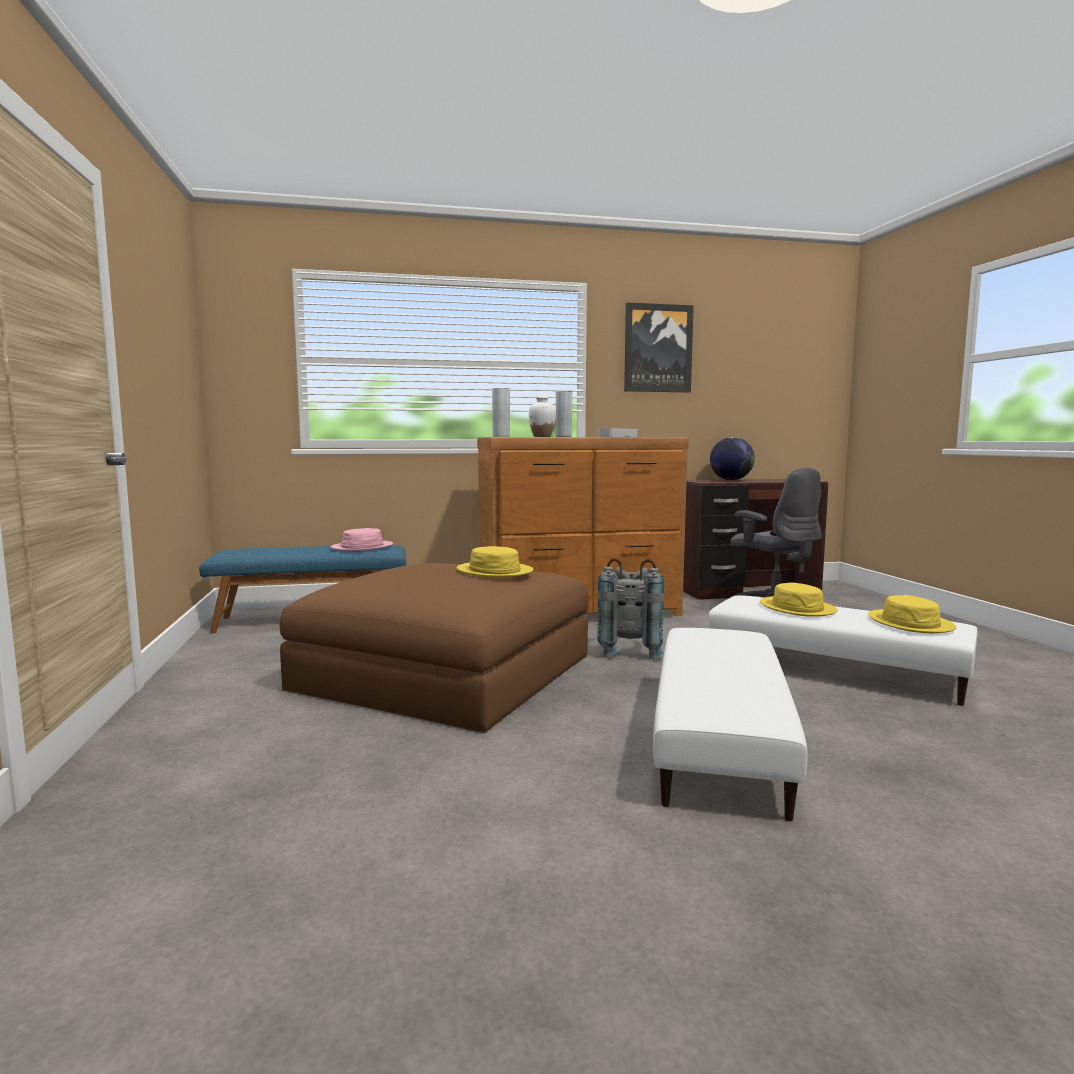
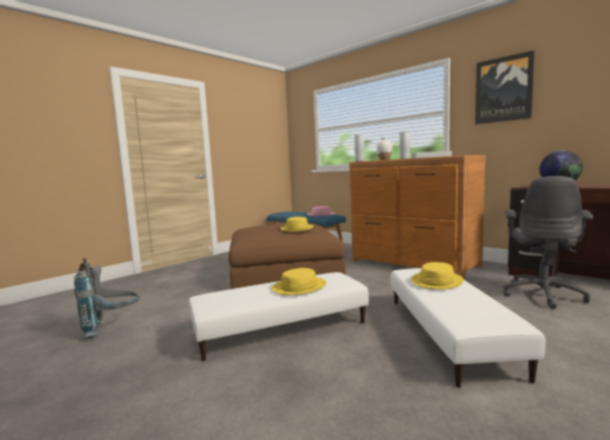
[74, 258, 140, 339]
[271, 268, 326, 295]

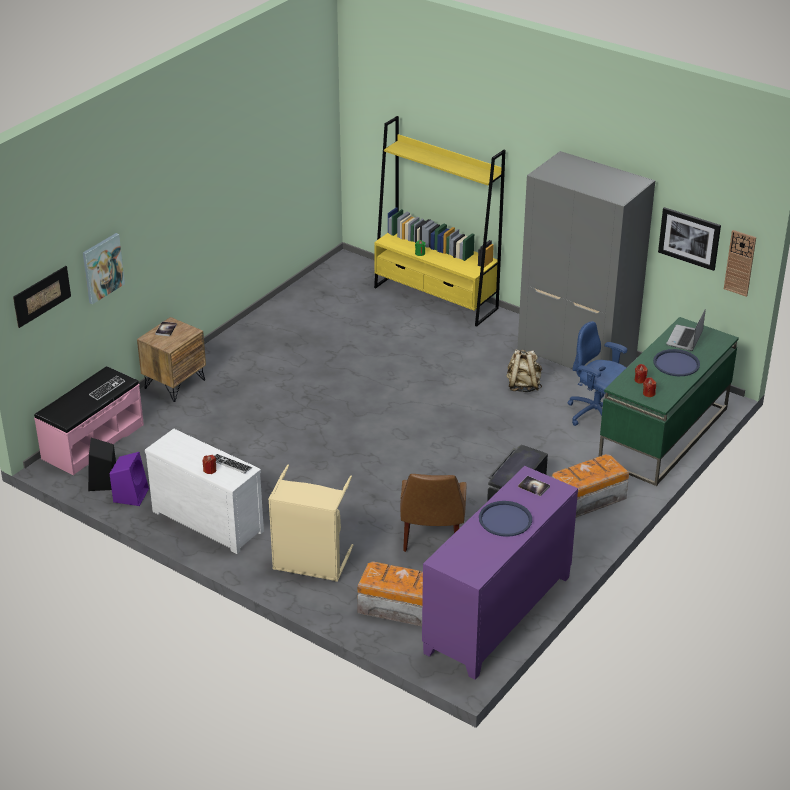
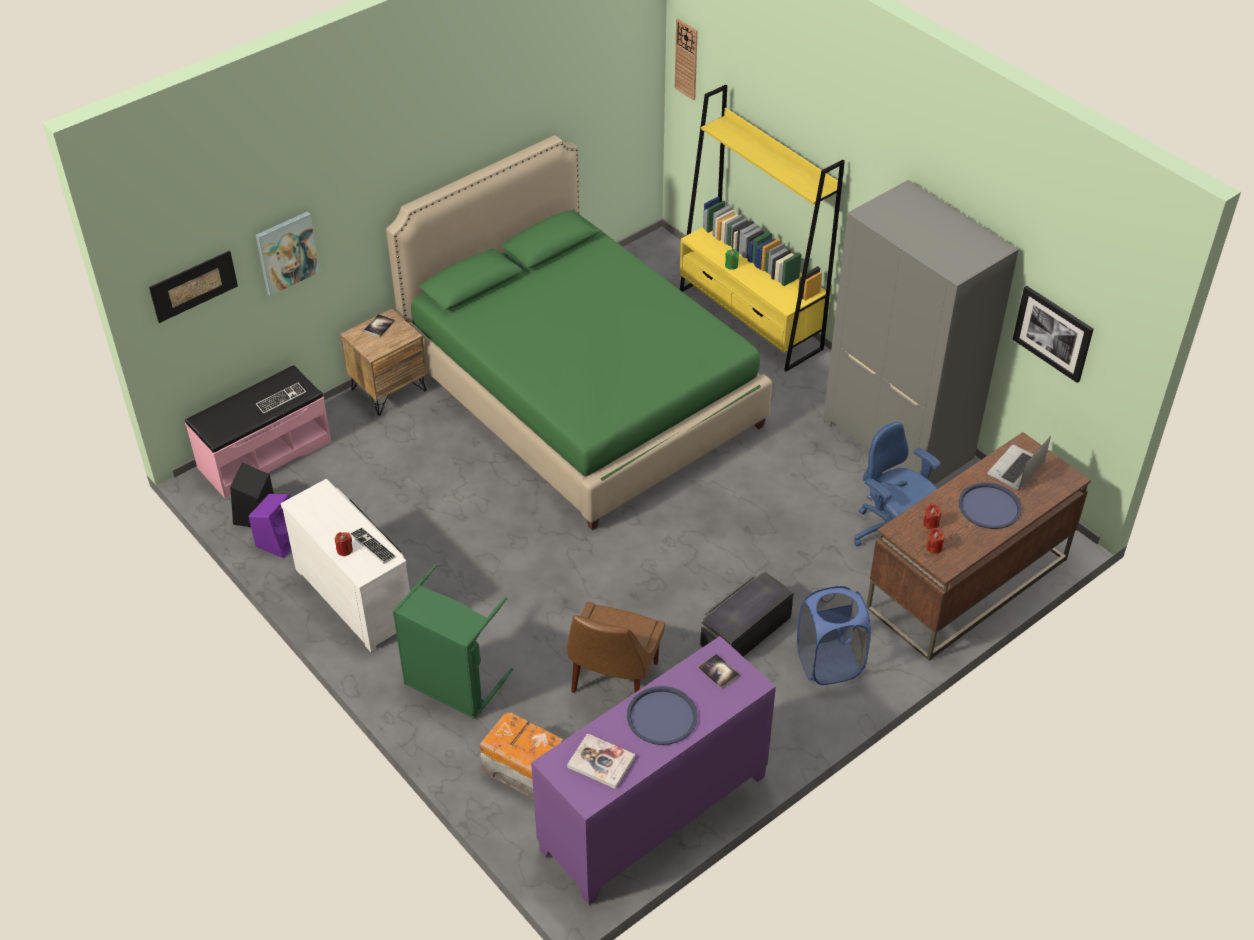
[675, 19, 698, 100]
[866, 432, 1091, 661]
[506, 349, 542, 392] (first image)
[797, 586, 871, 685]
[393, 564, 513, 719]
[386, 135, 772, 530]
[567, 733, 635, 789]

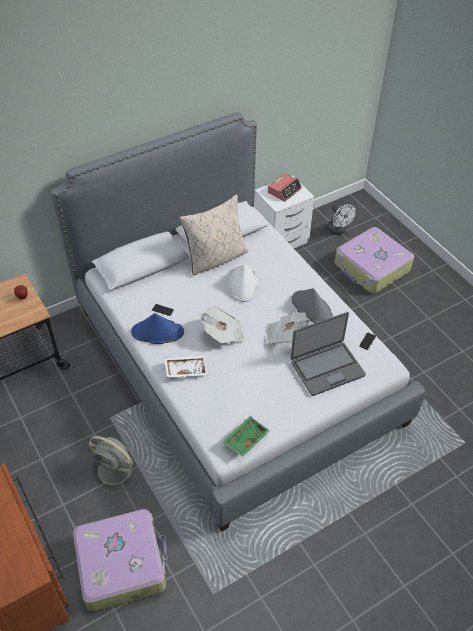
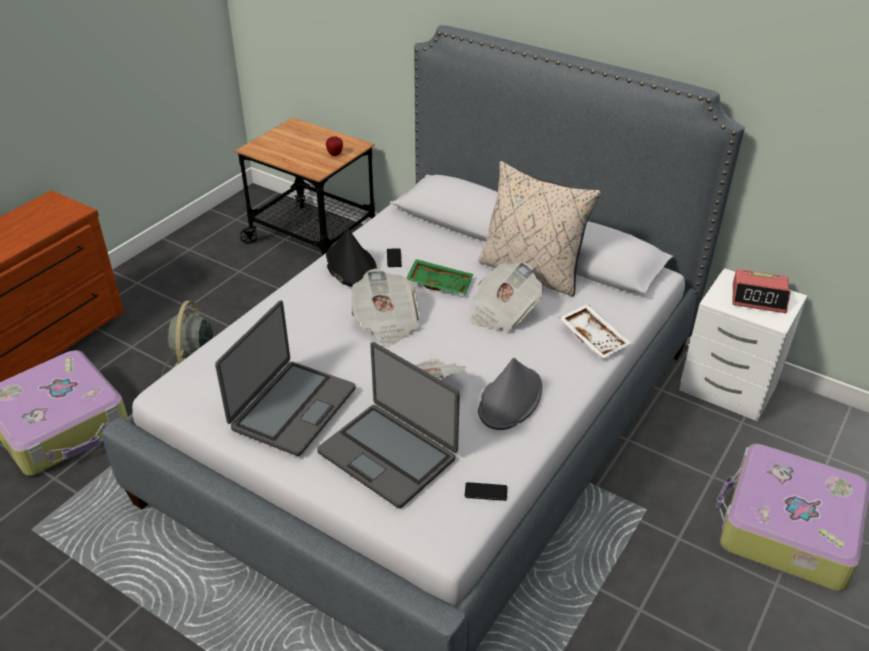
[327, 203, 356, 235] (first image)
[470, 262, 543, 331]
[326, 228, 377, 287]
[559, 304, 631, 359]
[406, 259, 473, 295]
[215, 300, 356, 456]

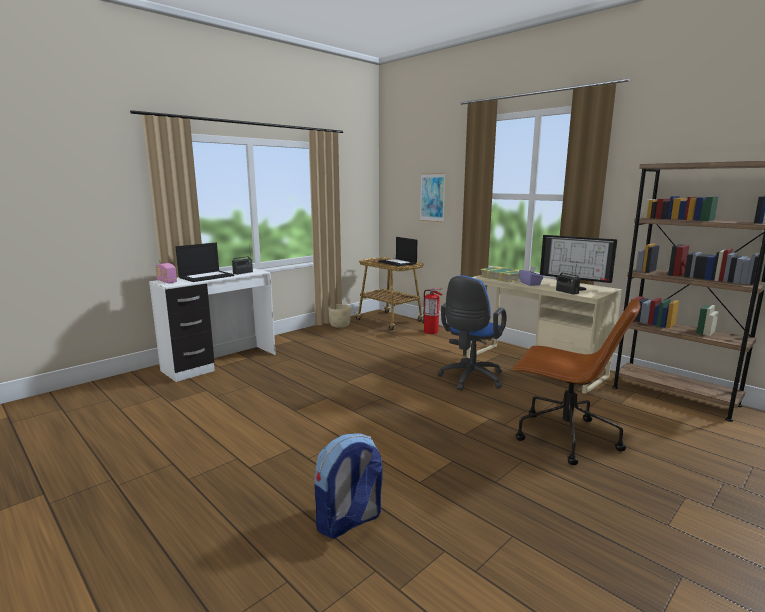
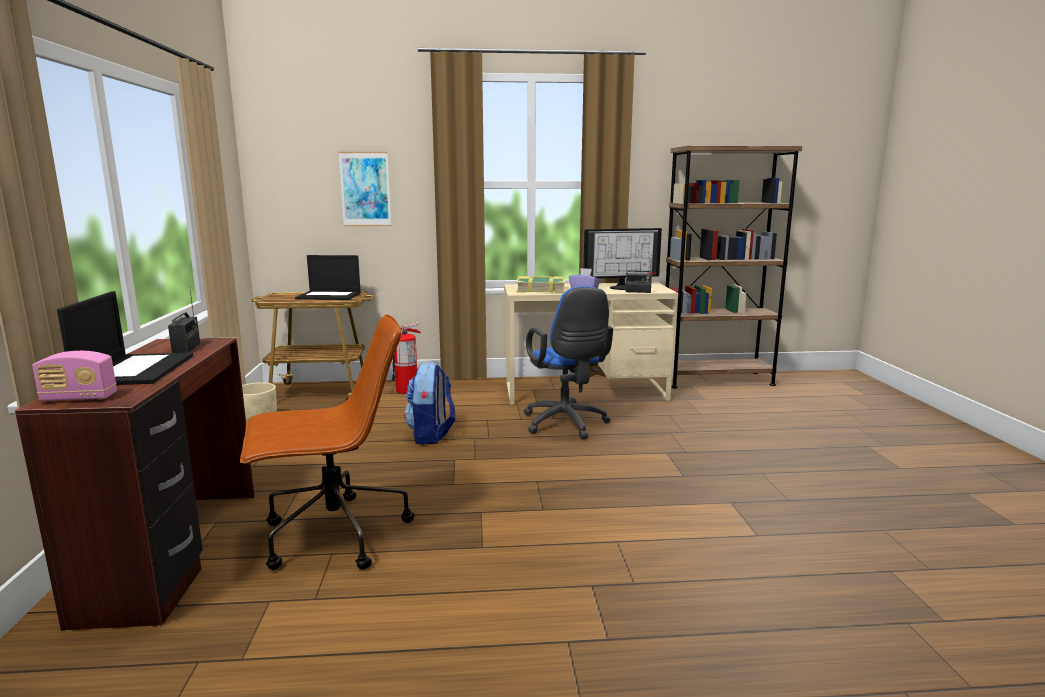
[15, 338, 255, 631]
[240, 314, 414, 570]
[404, 362, 455, 445]

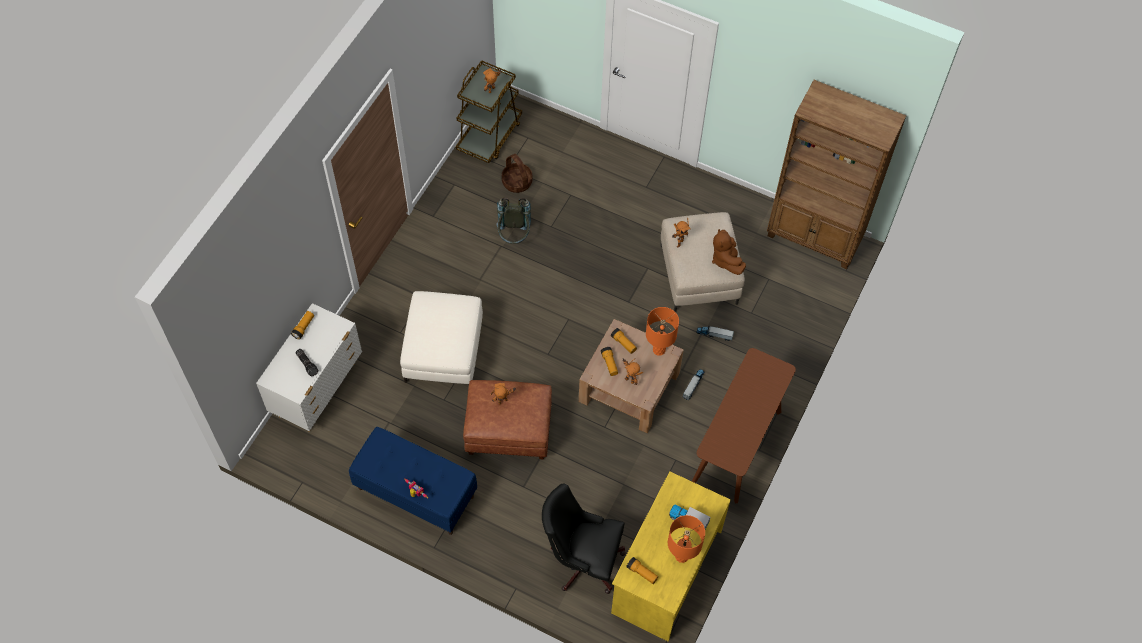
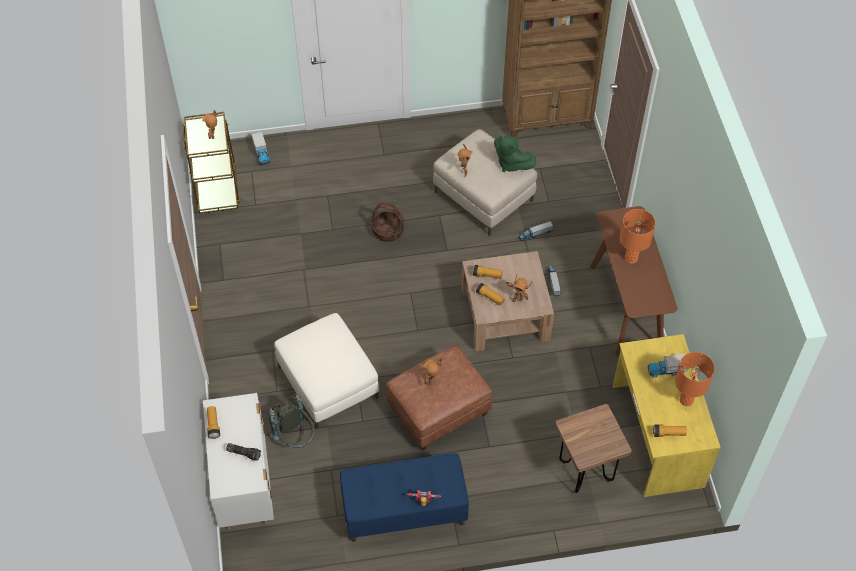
[372, 202, 404, 242]
[268, 394, 314, 448]
[494, 135, 536, 172]
[620, 209, 656, 264]
[555, 404, 632, 493]
[252, 132, 270, 165]

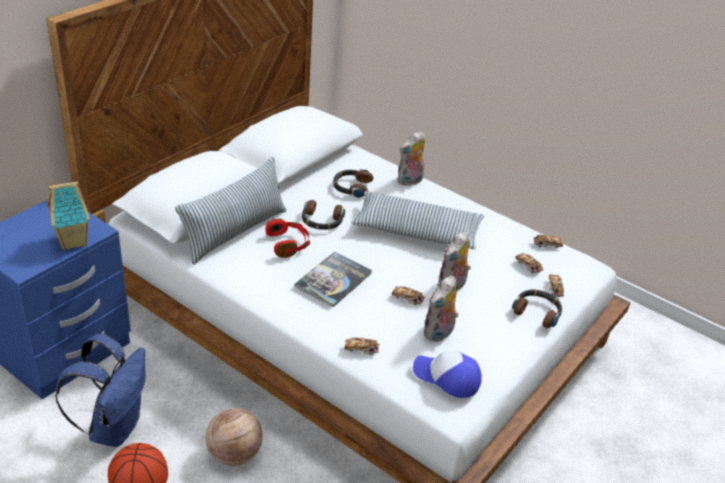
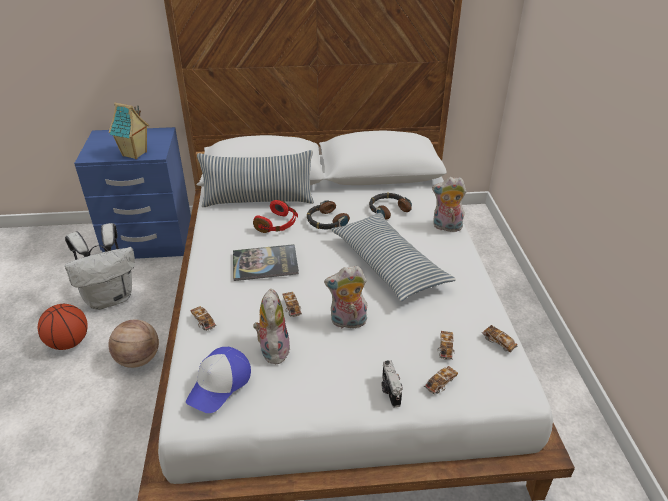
[253, 289, 290, 364]
[381, 360, 403, 408]
[65, 223, 135, 310]
[186, 347, 251, 413]

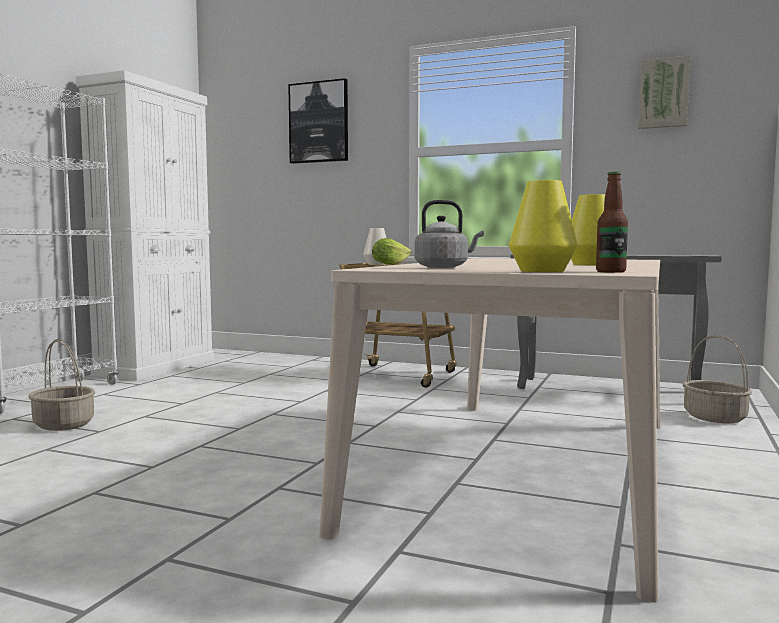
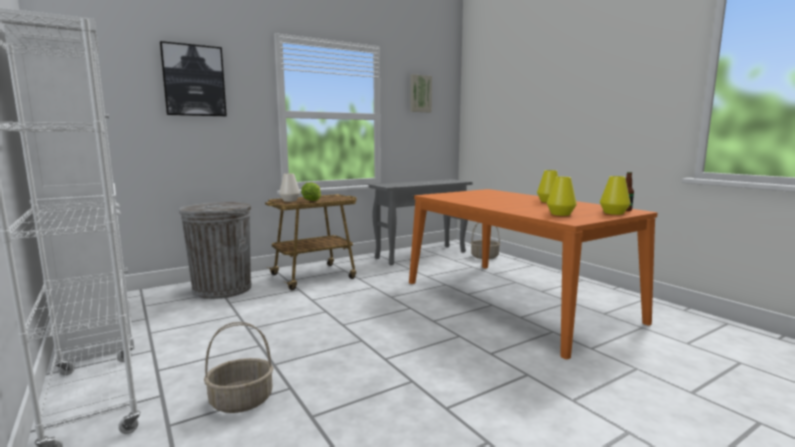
[547, 177, 577, 216]
[409, 189, 657, 359]
[179, 202, 251, 299]

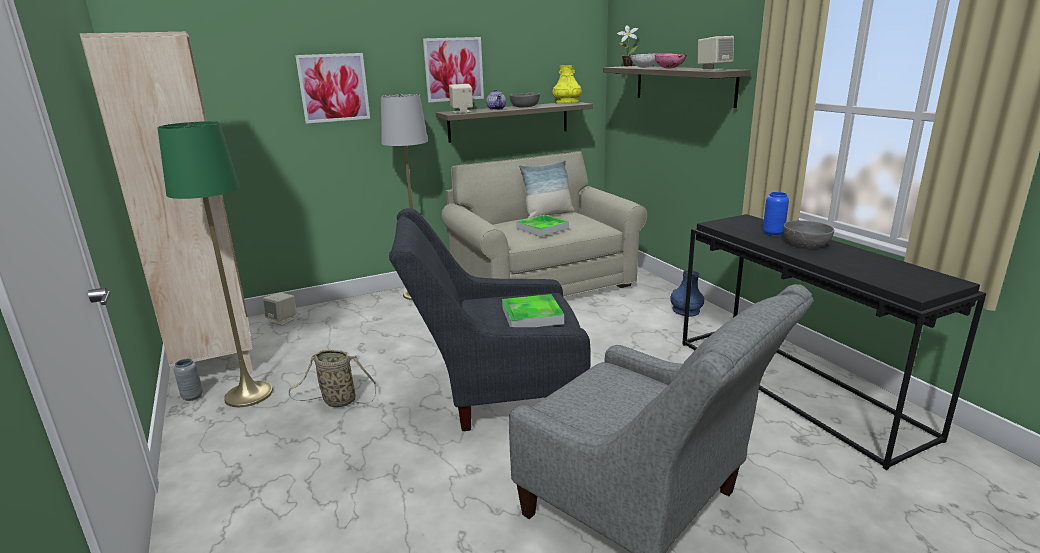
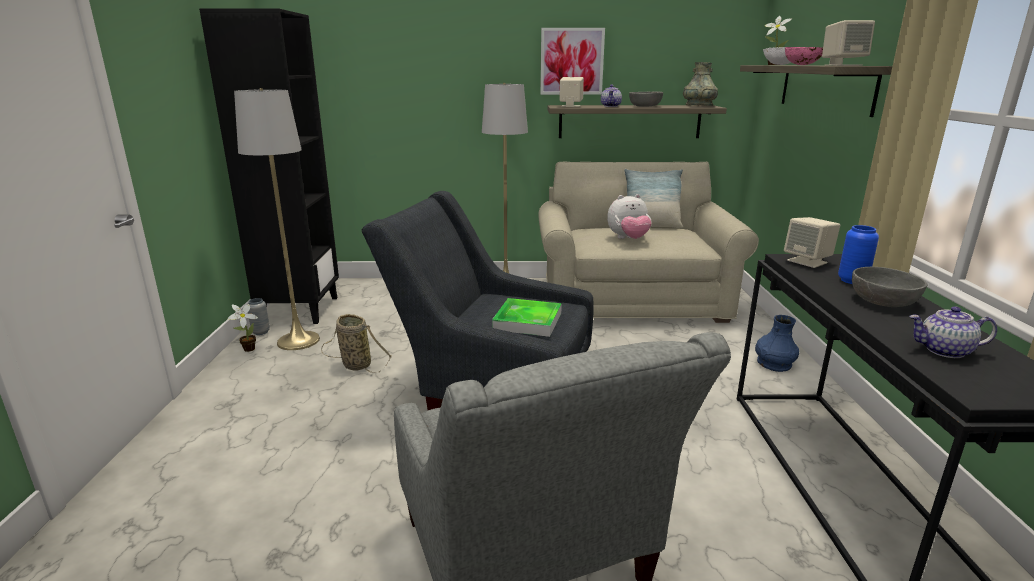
[199, 8, 339, 324]
[295, 53, 370, 124] (first image)
[683, 62, 718, 106]
[234, 88, 320, 350]
[607, 194, 652, 239]
[784, 217, 840, 268]
[228, 304, 258, 352]
[909, 306, 997, 358]

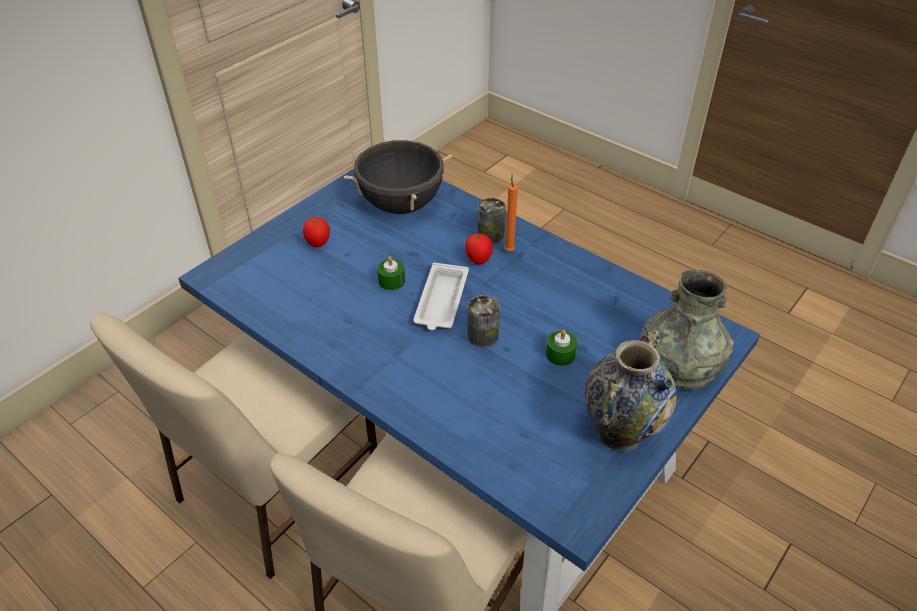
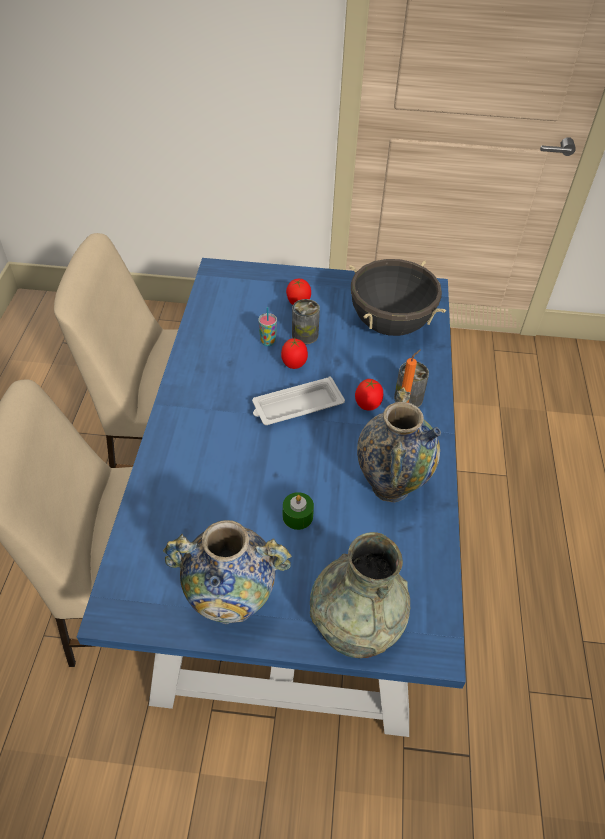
[281, 338, 308, 369]
[292, 299, 320, 344]
[258, 307, 277, 346]
[357, 387, 441, 502]

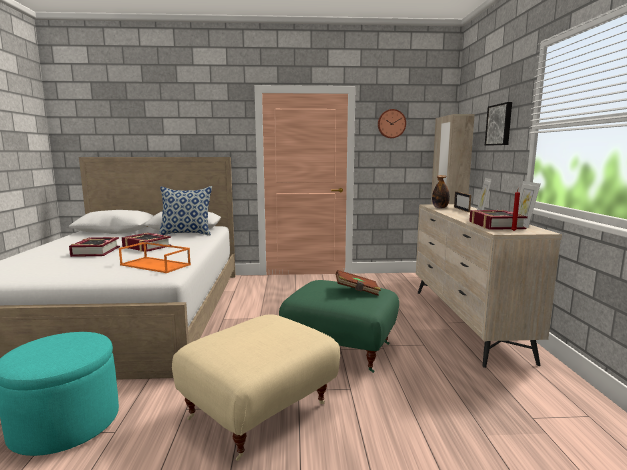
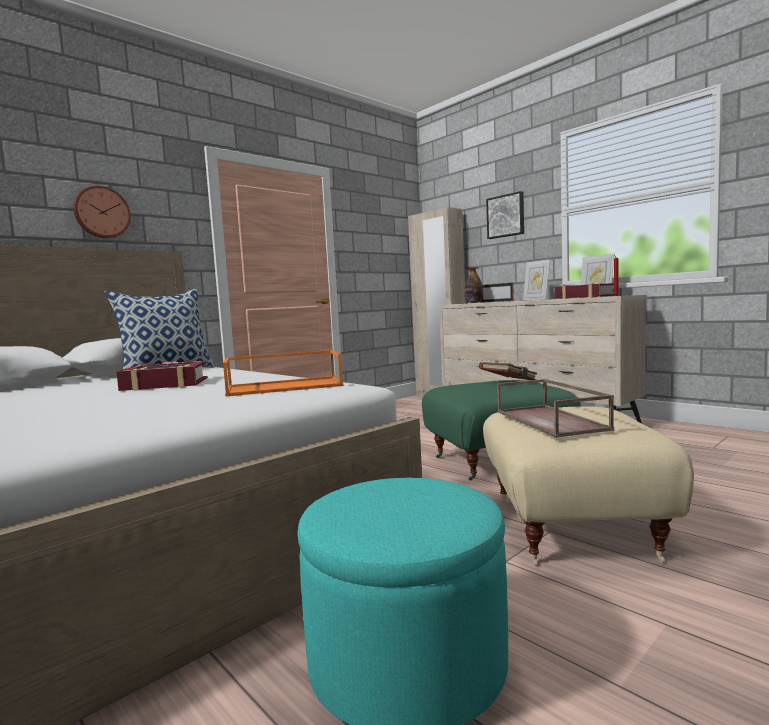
[73, 186, 131, 238]
[69, 237, 120, 257] (first image)
[497, 379, 614, 438]

